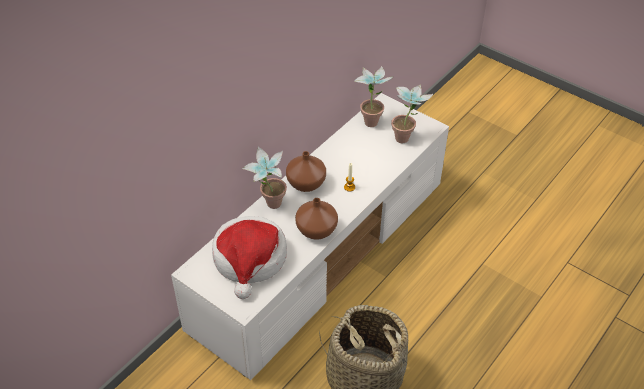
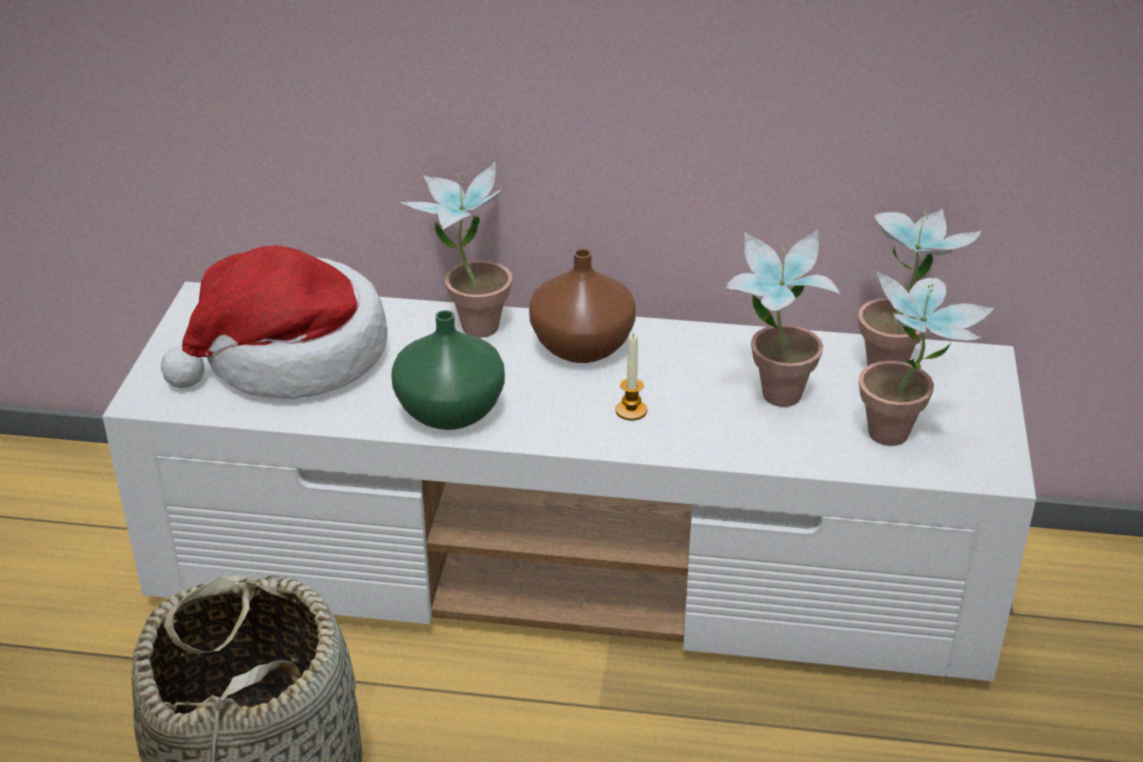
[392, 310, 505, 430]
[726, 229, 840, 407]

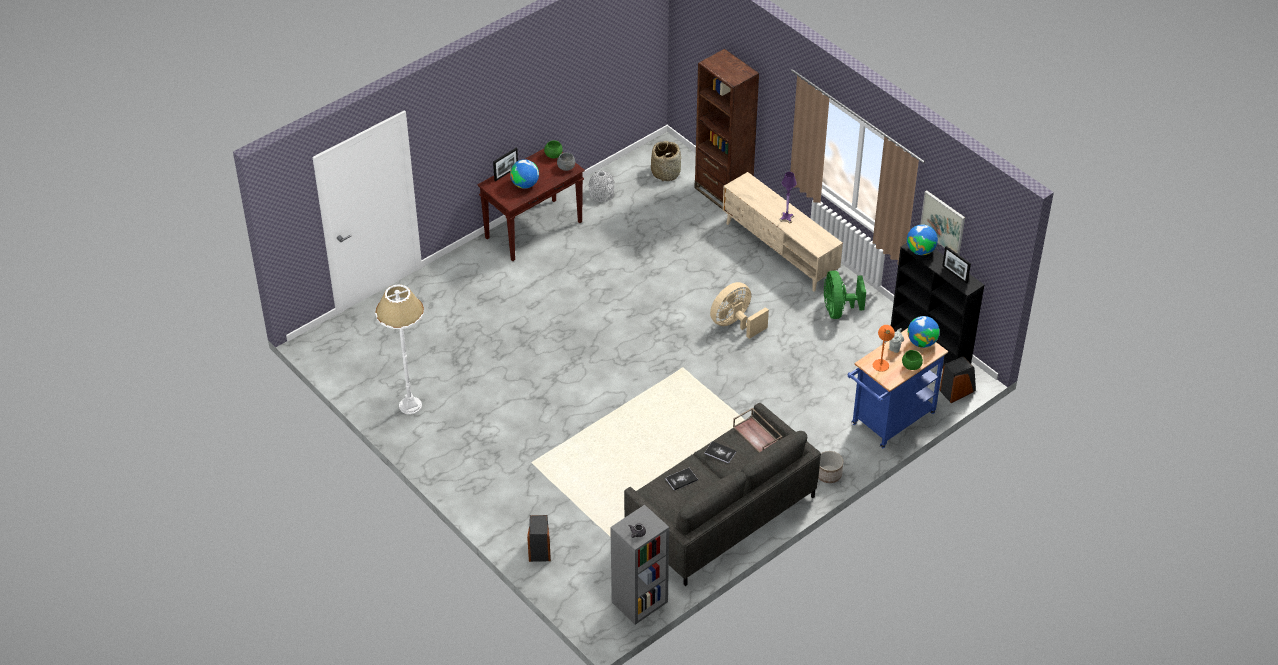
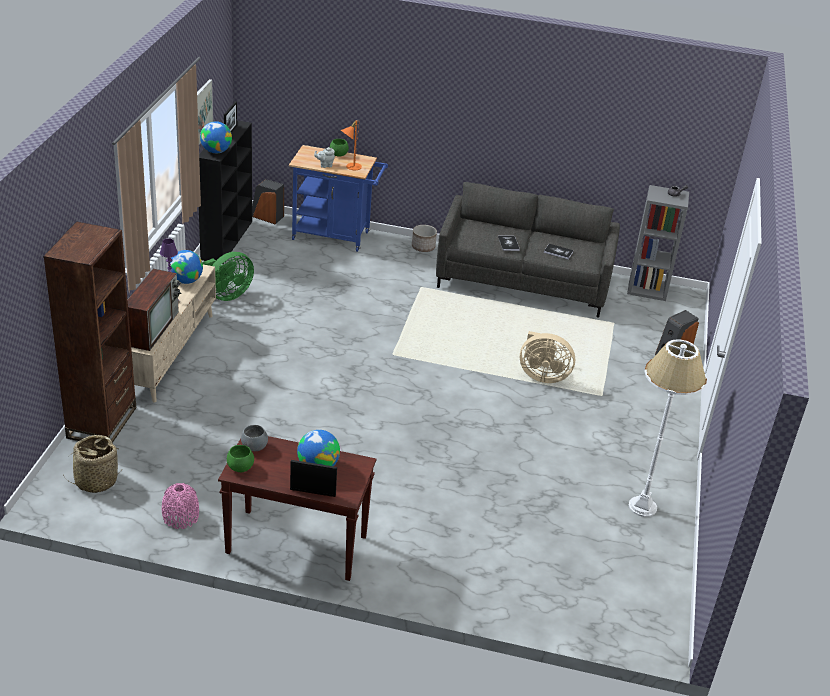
[162, 483, 199, 529]
[520, 331, 575, 383]
[170, 250, 203, 284]
[733, 408, 783, 452] (first image)
[128, 269, 182, 351]

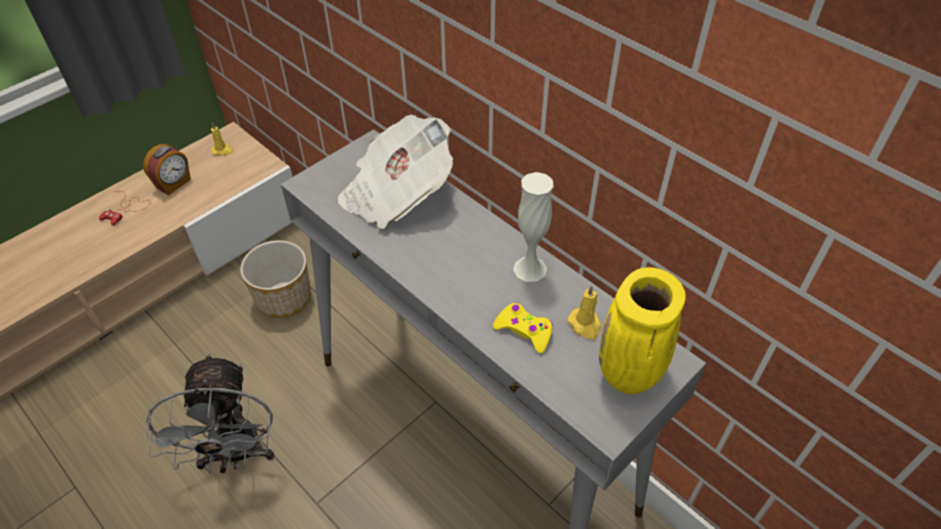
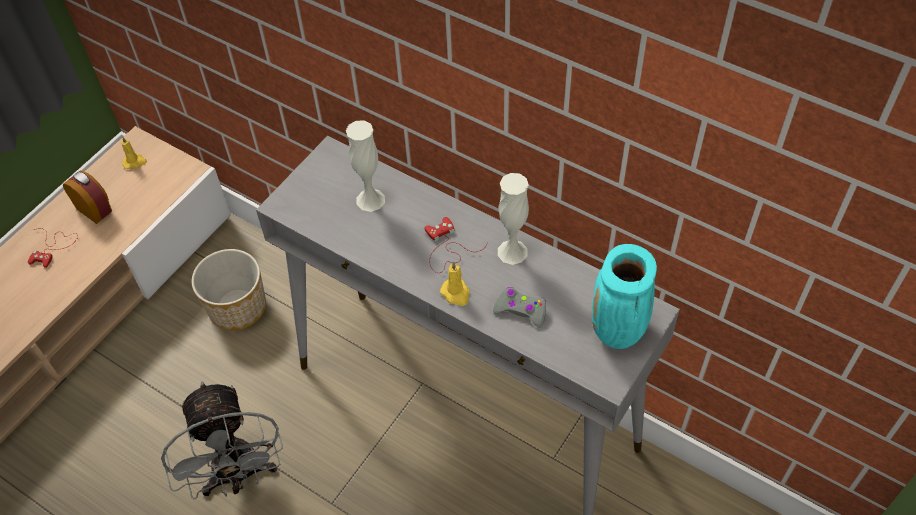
[346, 121, 385, 212]
[63, 171, 112, 224]
[592, 244, 657, 349]
[440, 261, 470, 306]
[493, 287, 546, 328]
[424, 217, 488, 273]

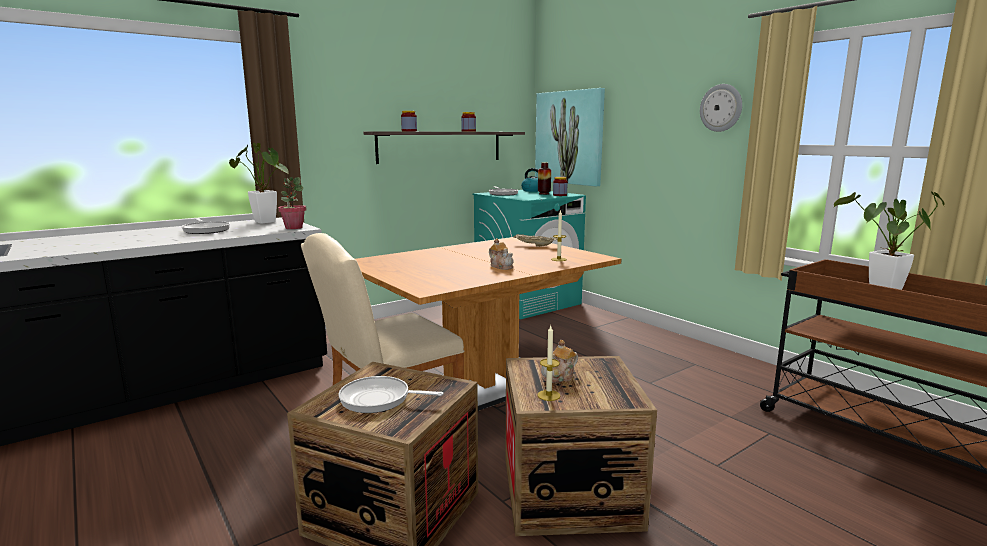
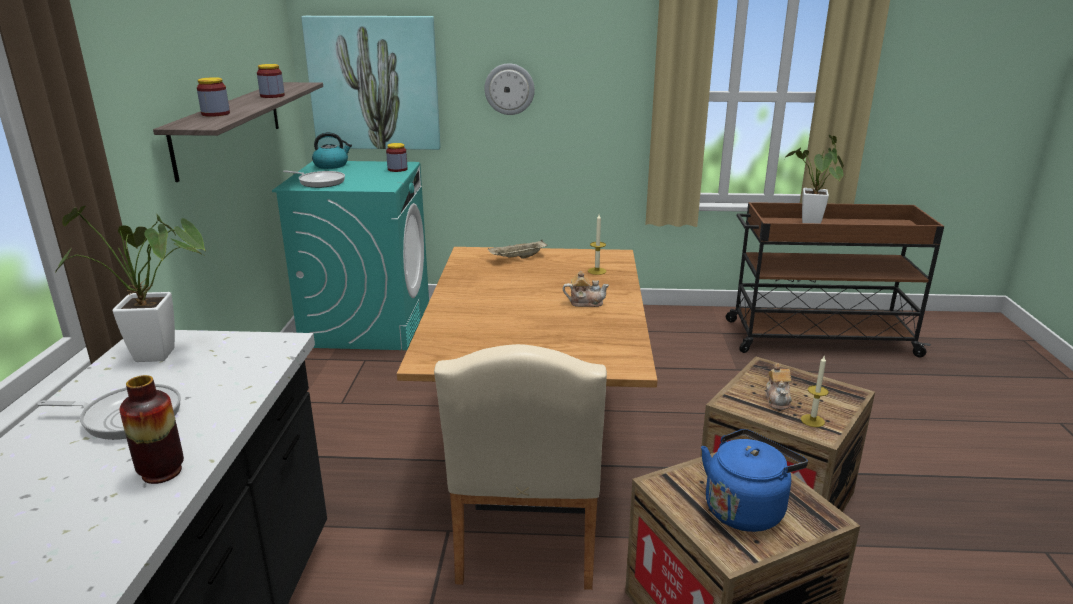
[484, 63, 535, 115]
[120, 375, 184, 484]
[278, 177, 307, 229] (first image)
[701, 429, 808, 532]

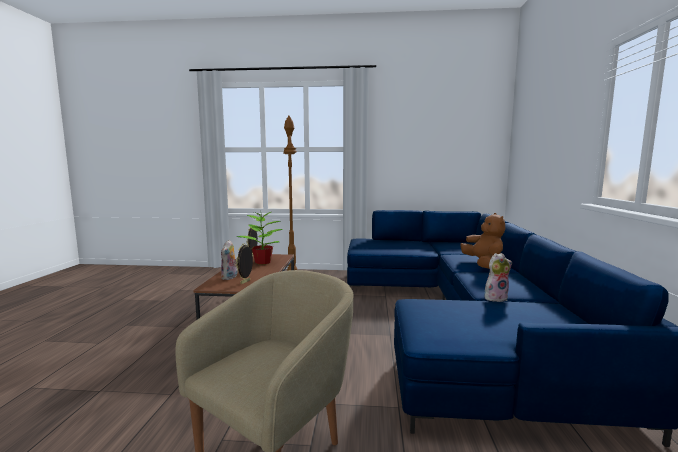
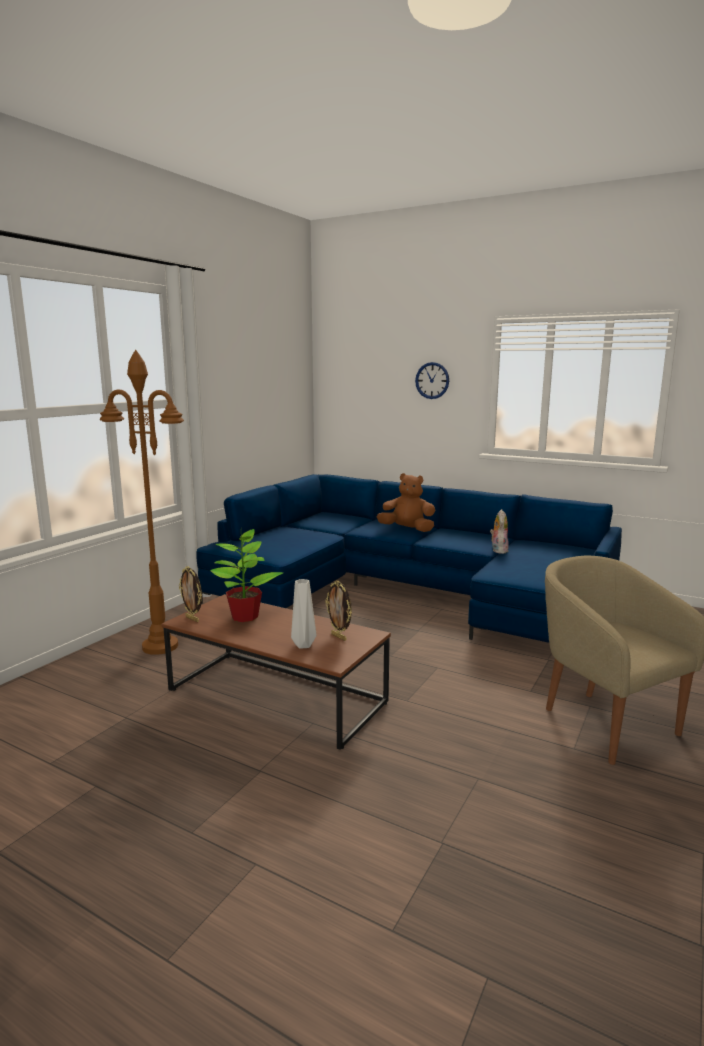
[291, 579, 316, 649]
[415, 362, 449, 399]

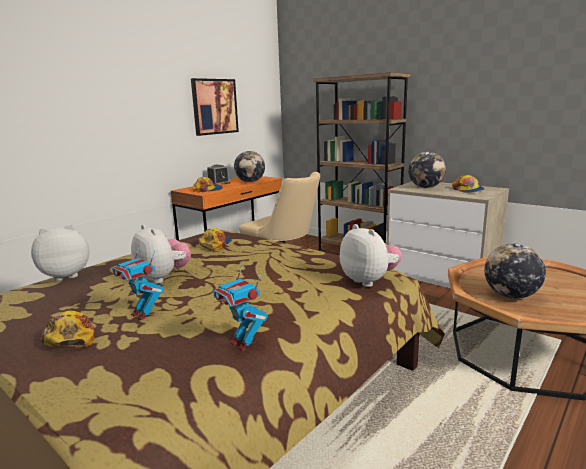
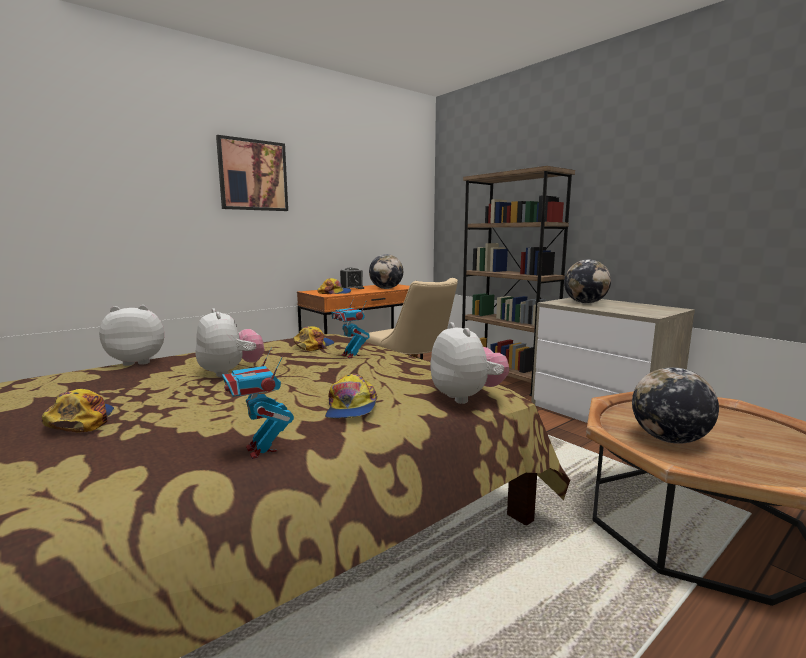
[216, 135, 288, 211]
[325, 374, 378, 419]
[332, 298, 370, 358]

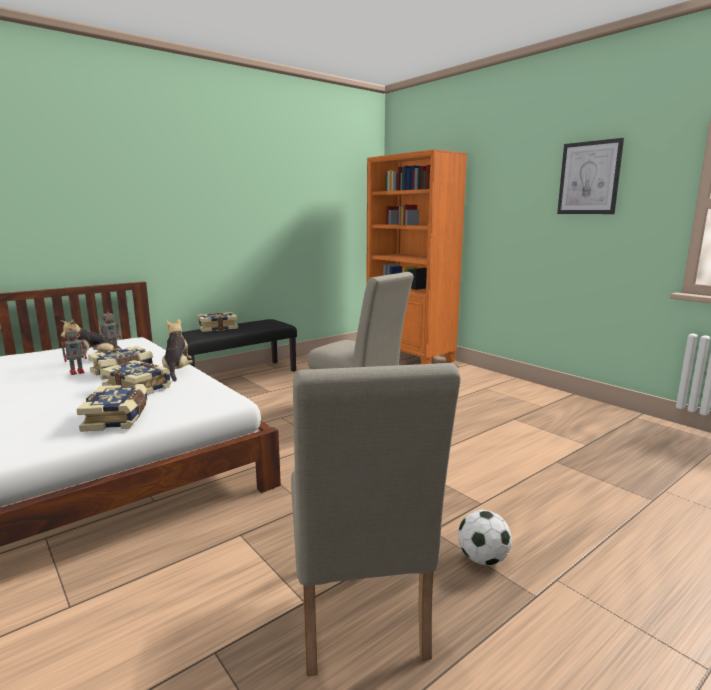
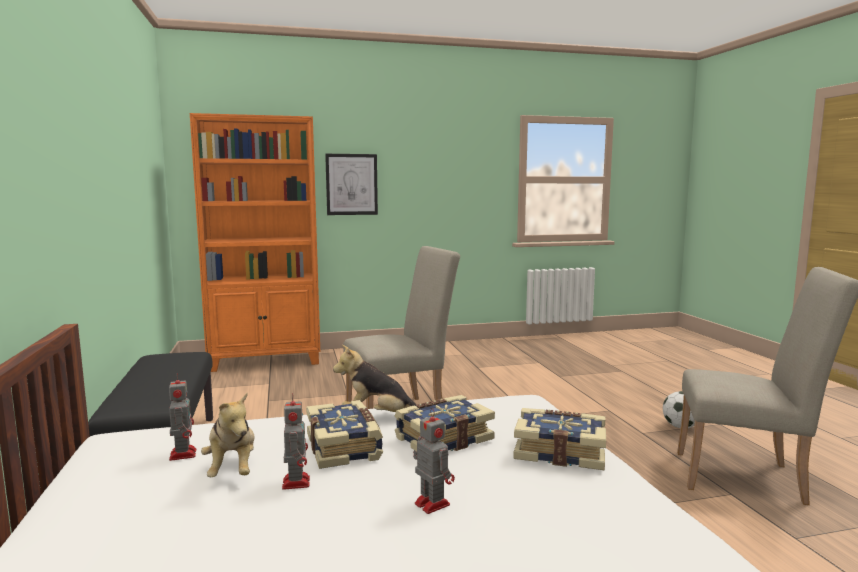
[325, 154, 378, 215]
[197, 312, 238, 332] (first image)
[413, 408, 455, 514]

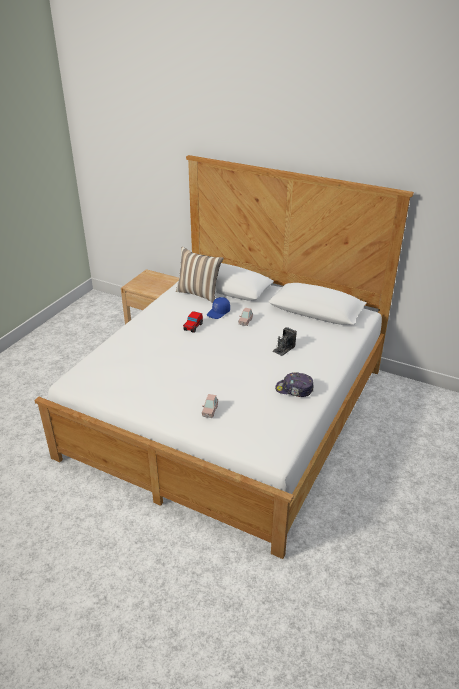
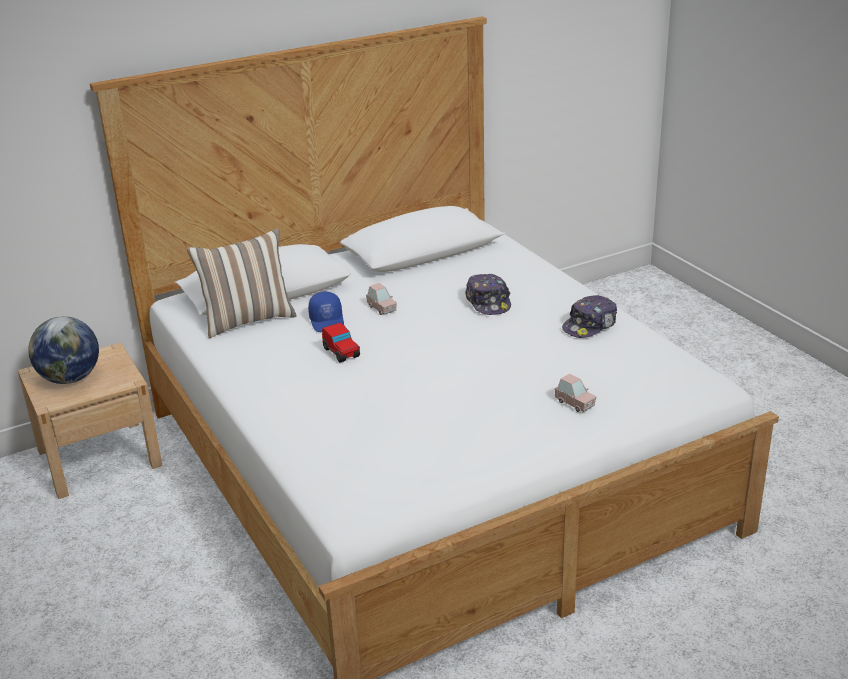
[465, 274, 511, 315]
[28, 316, 99, 384]

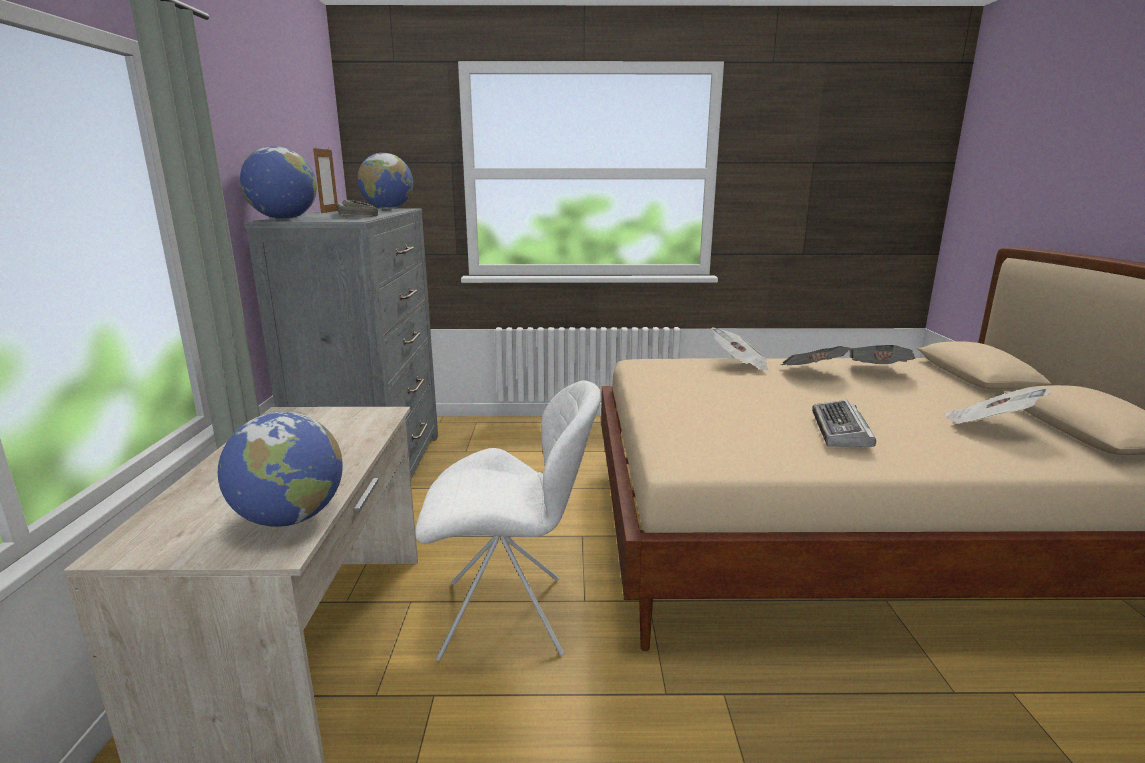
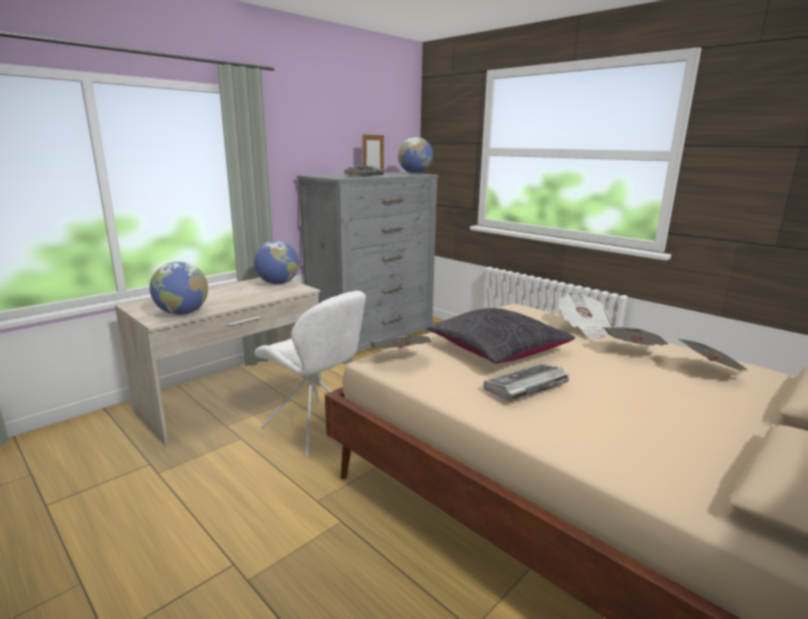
[254, 241, 299, 285]
[370, 335, 431, 349]
[427, 308, 575, 364]

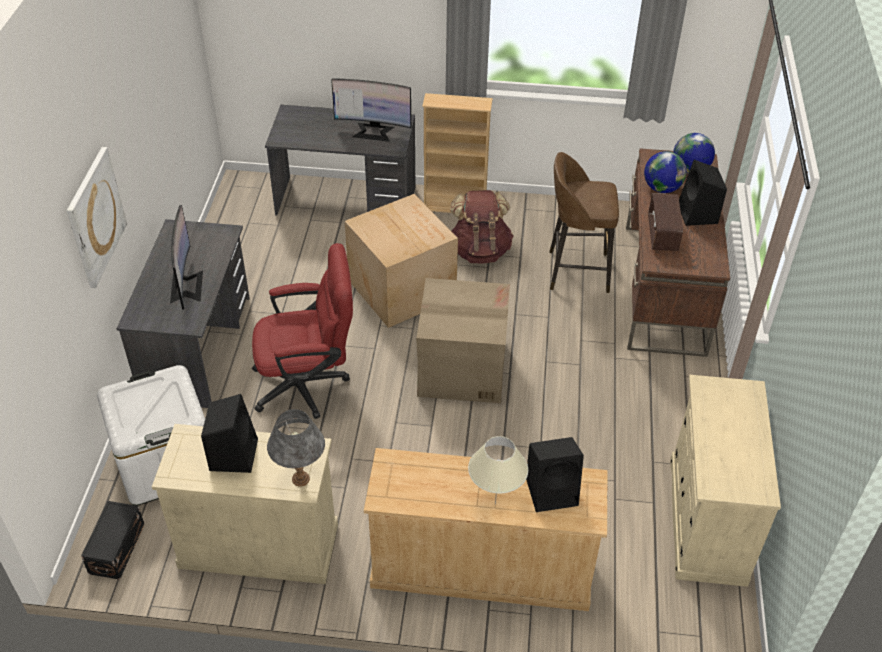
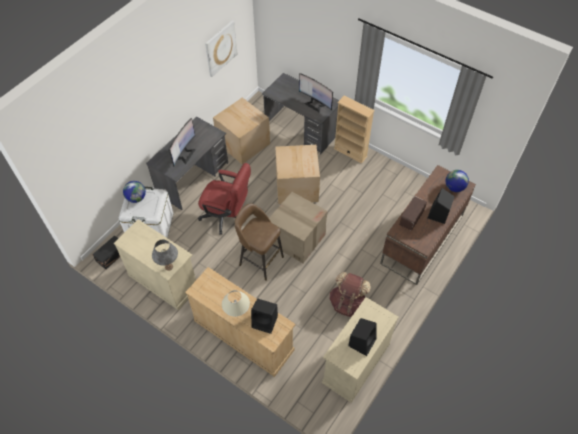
[205, 20, 238, 77]
[123, 181, 146, 203]
[235, 203, 284, 281]
[329, 272, 371, 317]
[348, 318, 376, 356]
[213, 97, 270, 164]

